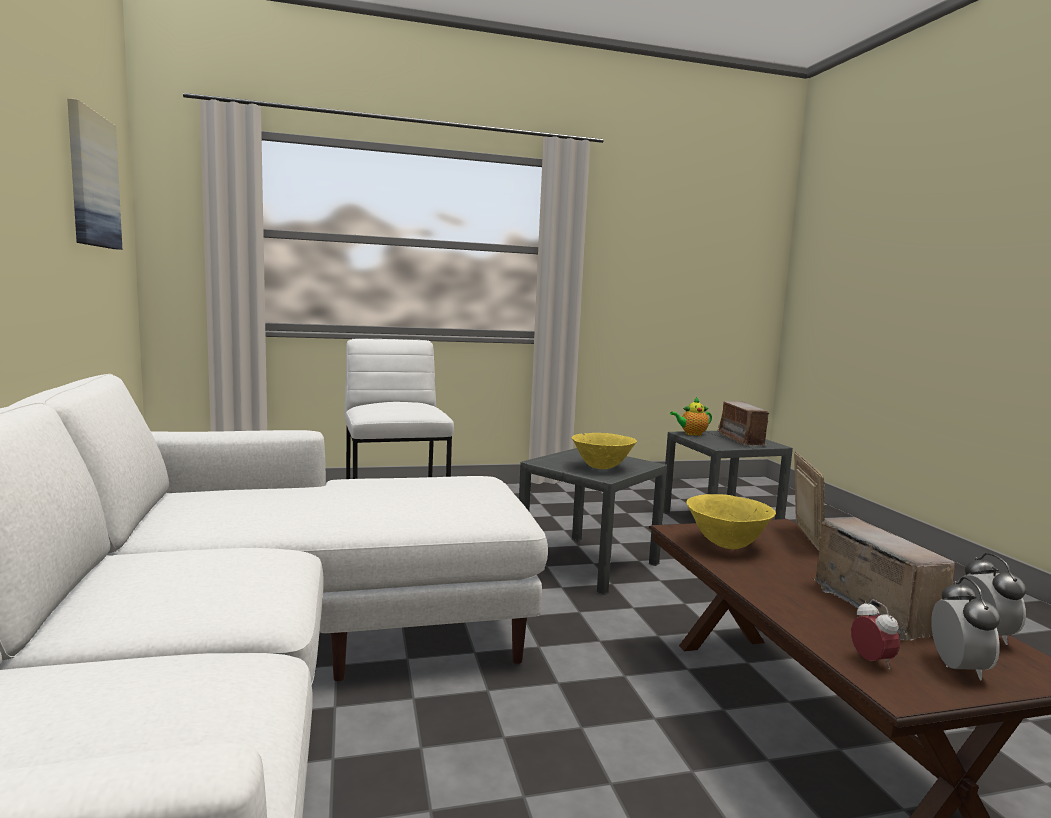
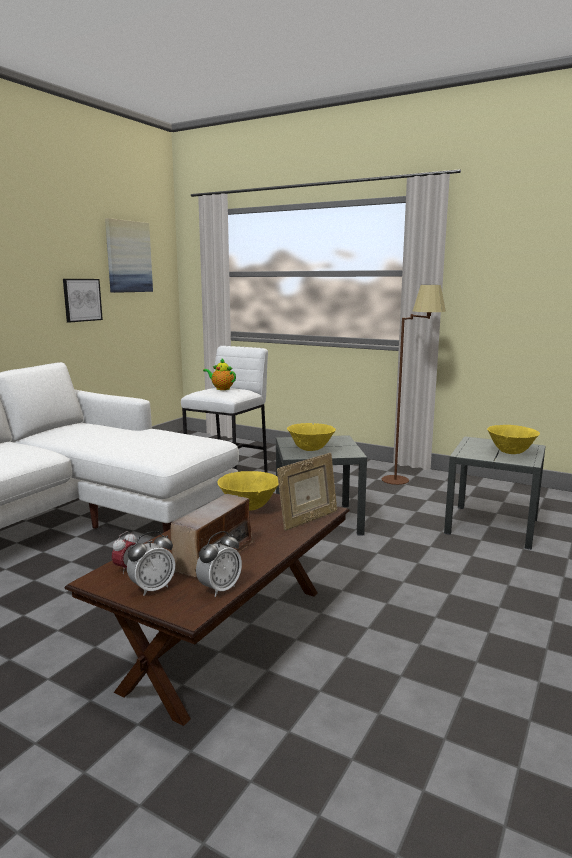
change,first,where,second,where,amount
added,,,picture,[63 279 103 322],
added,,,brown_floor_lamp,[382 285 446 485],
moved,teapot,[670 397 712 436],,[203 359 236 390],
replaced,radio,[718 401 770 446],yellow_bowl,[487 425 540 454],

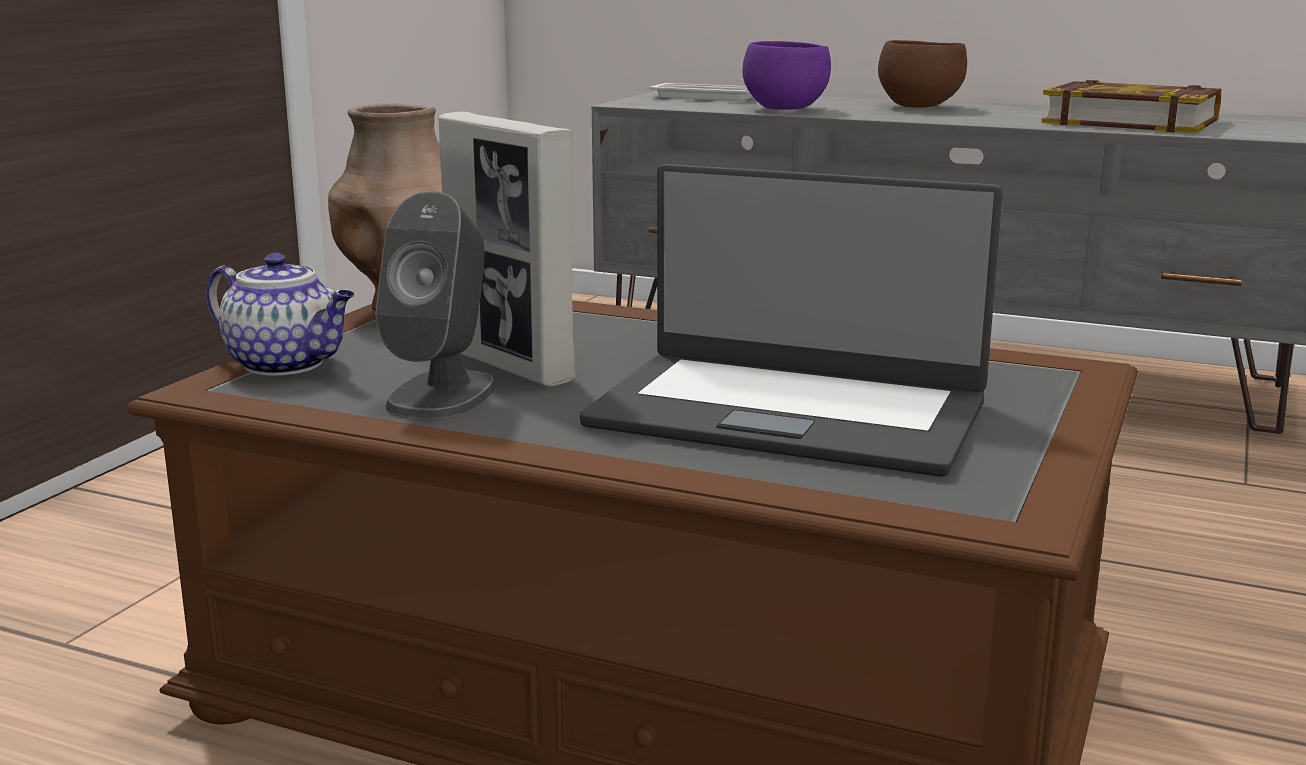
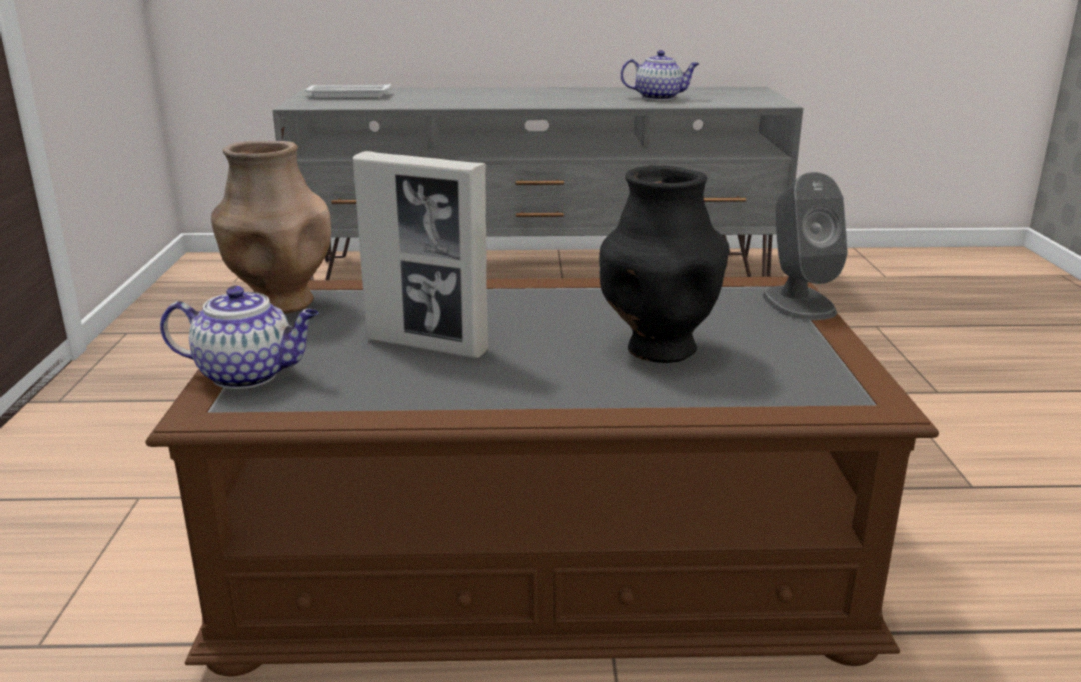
change,first,where,second,where,amount
removed,purple_bowl,[742 41 831 110],,,
removed,brown_bowl,[878 40 967 107],,,
moved,grey_speaker,[375 191 496 419],,[763 172 848 320],
replaced,laptop,[580 164 1003 477],black_vase,[599 165 730 363],
replaced,book,[1041 80 1221 133],teapot,[620 50 699 100],

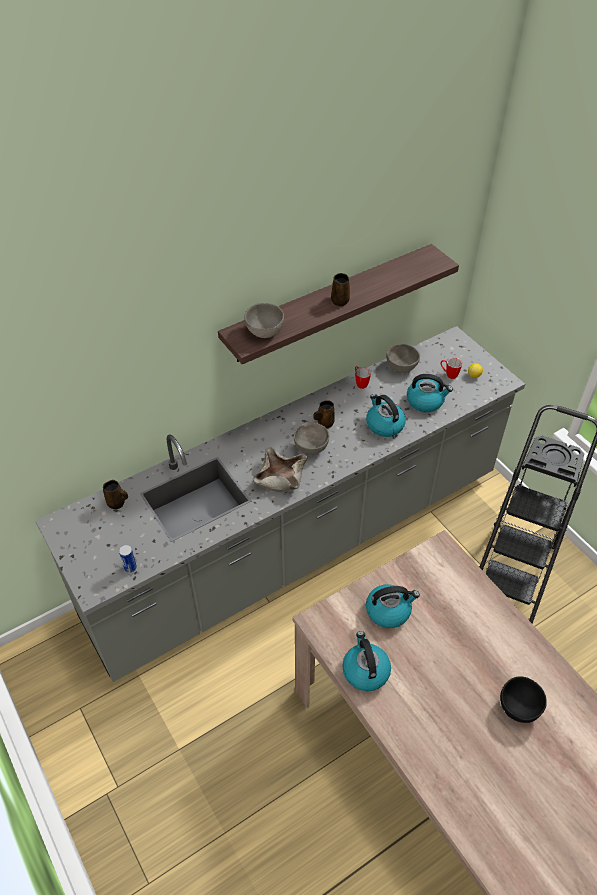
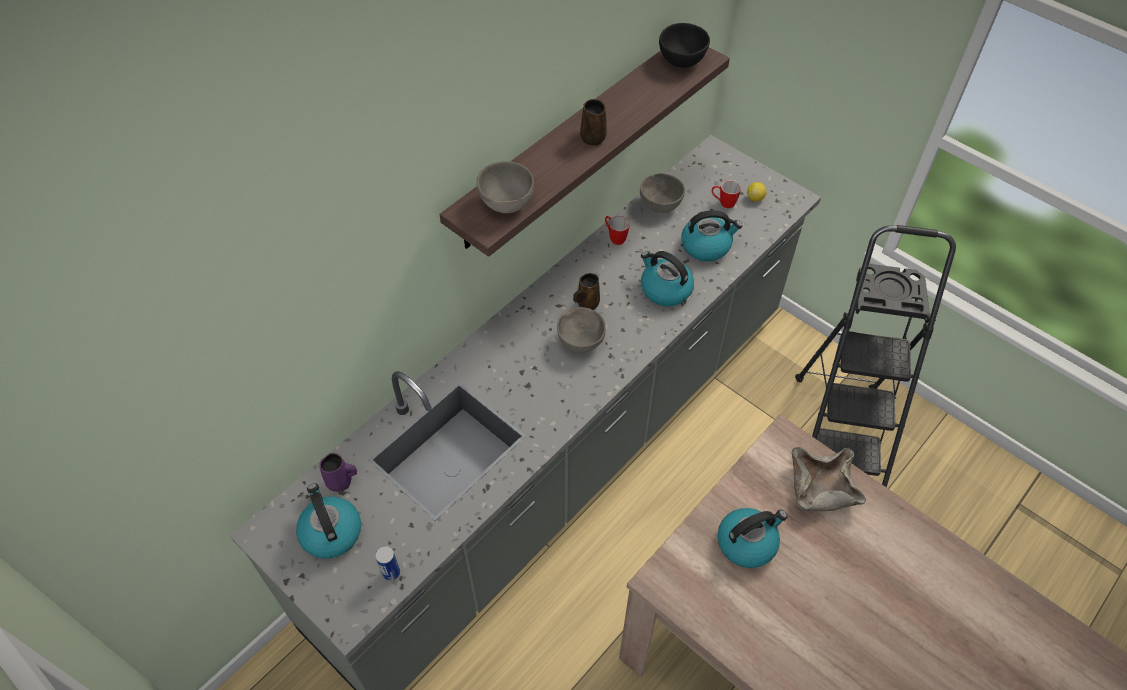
change,first,where,second,where,amount
moved,beige_bowl,[253 447 307 492],,[792 447 866 512],
moved,kettle,[342 631 391 691],,[296 483 361 559],
moved,black_bowl,[500 677 547 723],,[659 23 710 68],
recoloured,brown_mug,[103 480 128 509],purple_mug,[319 453 357 492],

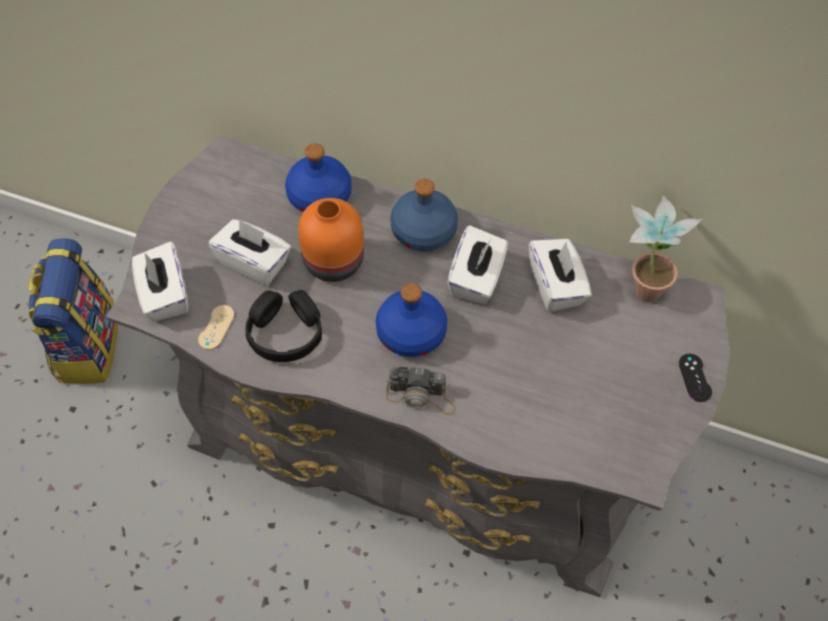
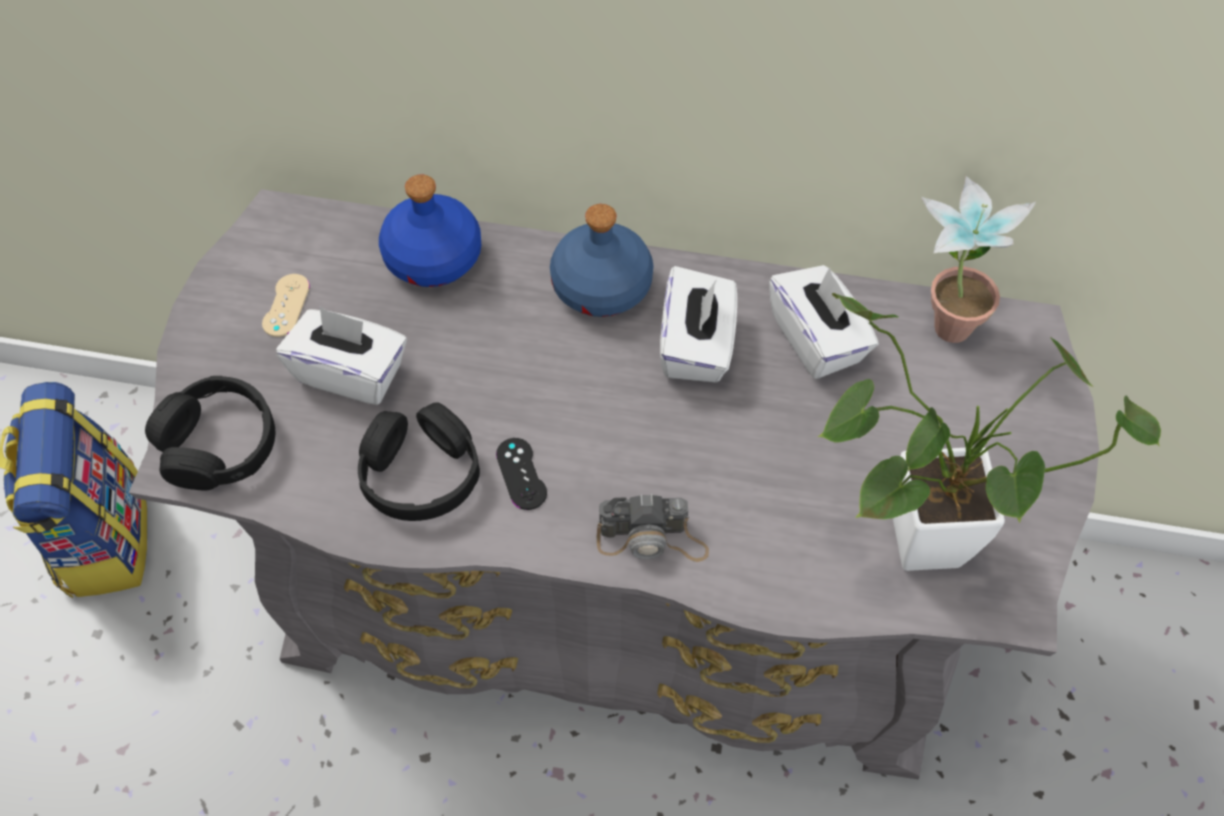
change,first,where,second,where,amount
removed,orange_vase,[298 198 364 282],,,
removed,blue_bottle,[376 283 447 357],,,
added,,,potted_plant,[818 293 1161 571],
moved,beige_game_controller,[198 305 235 350],,[262 274 310 337],
moved,black_game_controller,[679 354 712 402],,[496 438 547 510],
replaced,white_tissue_box,[132 241 188 321],black_headphones,[145 376 276 490],

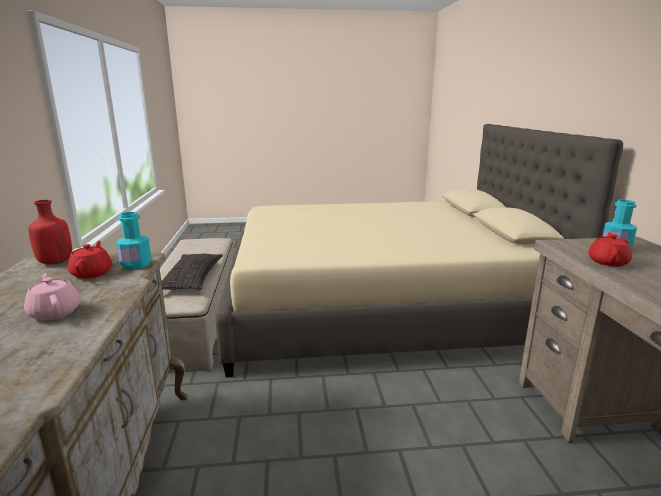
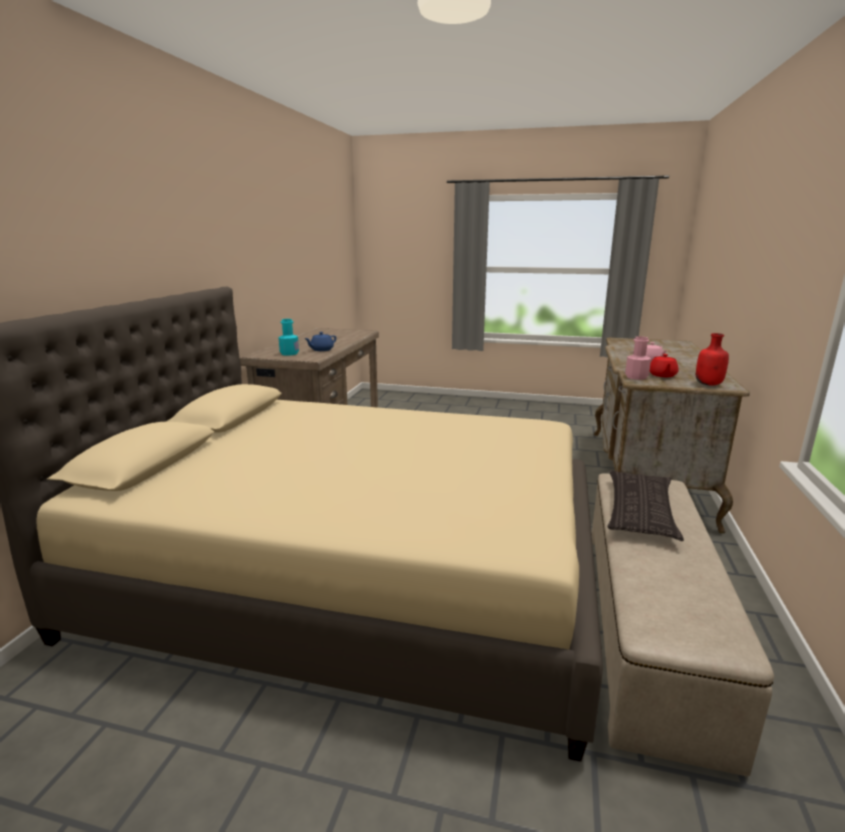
change,first,where,second,where,amount
recoloured,turquoise_bottle,[116 212 152 270],pink_bottle,[625 336 651 380],
recoloured,red_teapot,[588 232 632 267],blue_teapot,[304 332 336 351],

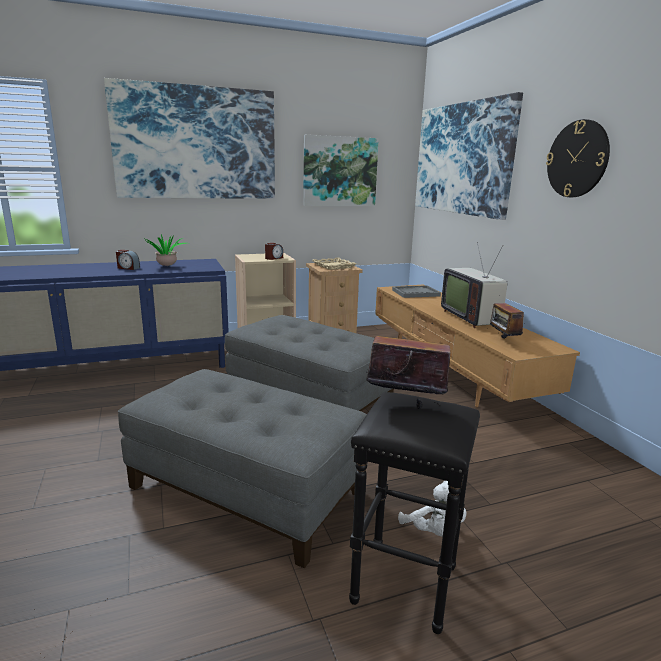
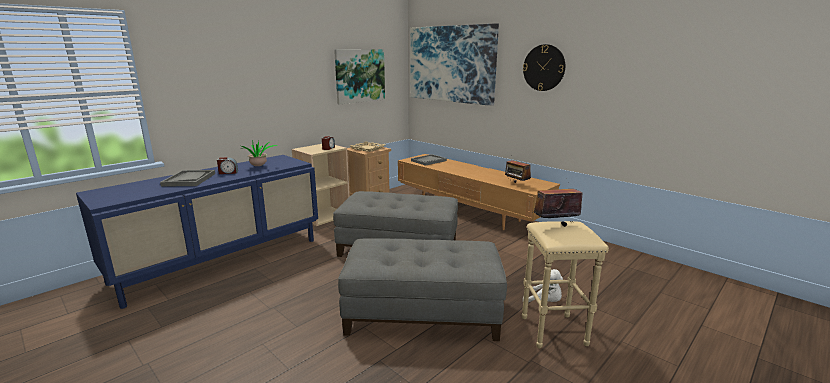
change,first,where,second,where,amount
removed,picture,[104 78 275 199],,,
removed,television,[441 242 507 328],,,
added,,,grey_tray,[160 170 215 186],
recoloured,black_stool,[349 392 480 634],beige_stool,[522 221 609 348],

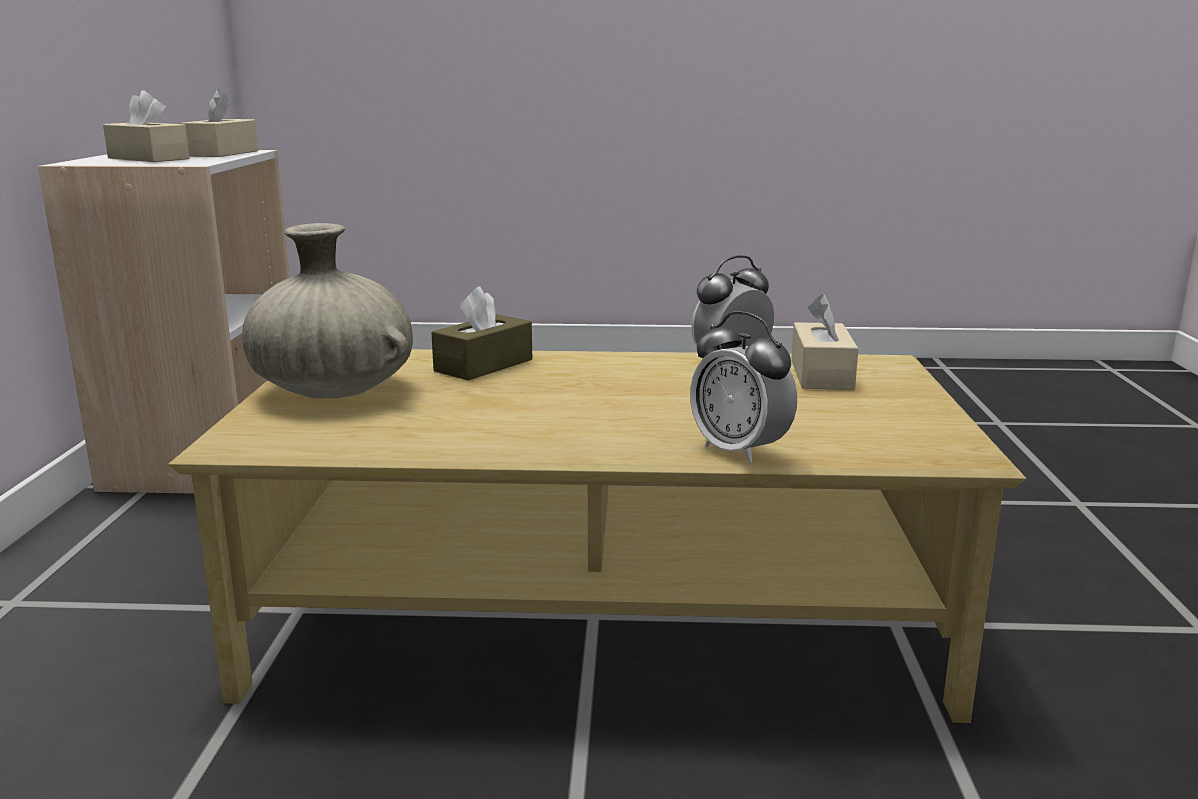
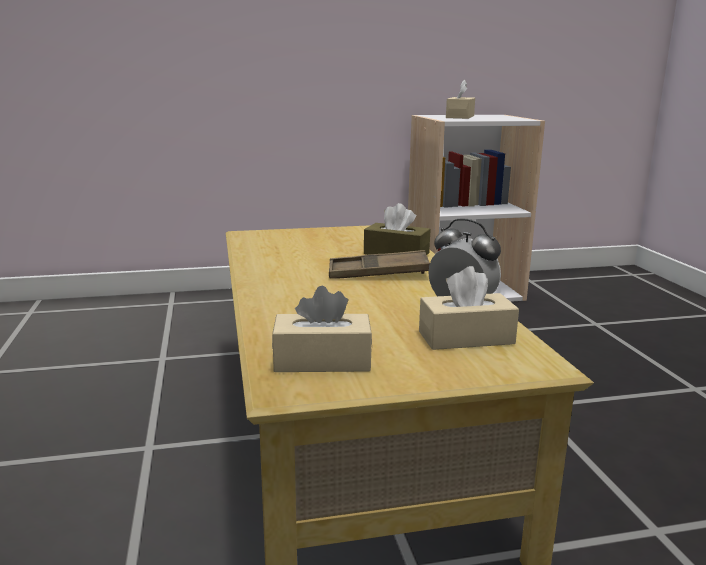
change,first,where,second,where,amount
removed,beige_vase,[242 223 413 399],,,
removed,alarm_clock,[690 311 797 464],,,
added,,,brown_tray,[329 250 430 279],
moved,beige_tissue_box,[180 89 258 157],,[272 286 372 372],

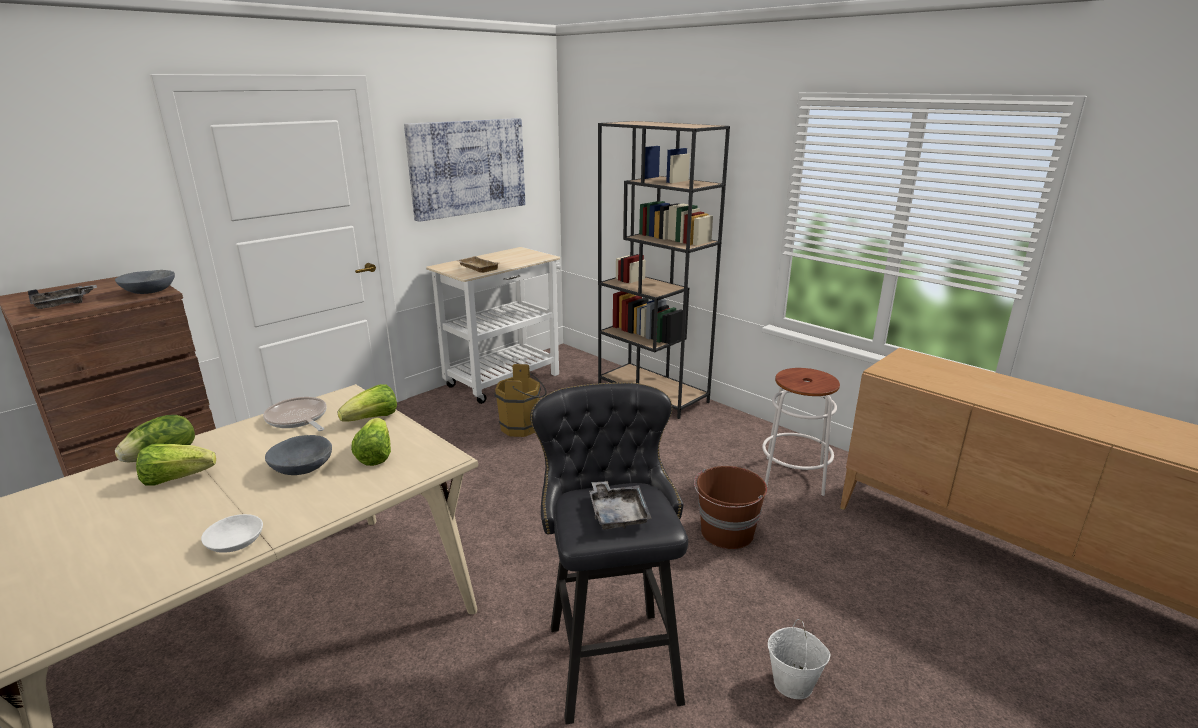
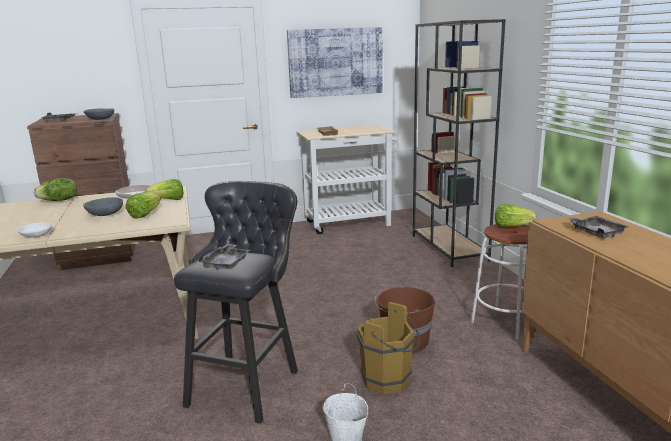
change,first,where,second,where,amount
added,,,grey_tray,[567 216 628 238],
moved,lettuce,[136 444 216 486],,[495 204 537 227],
moved,brown_bucket,[495 364 547 437],,[357 302 420 394],

